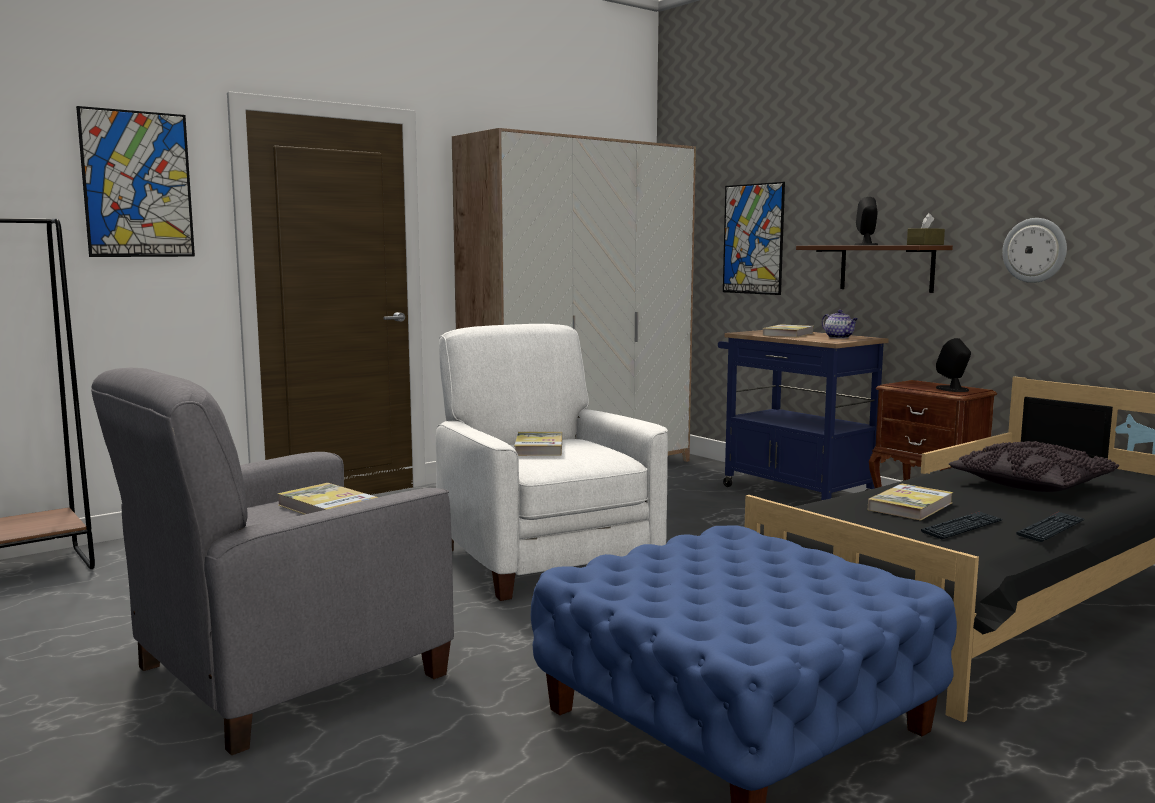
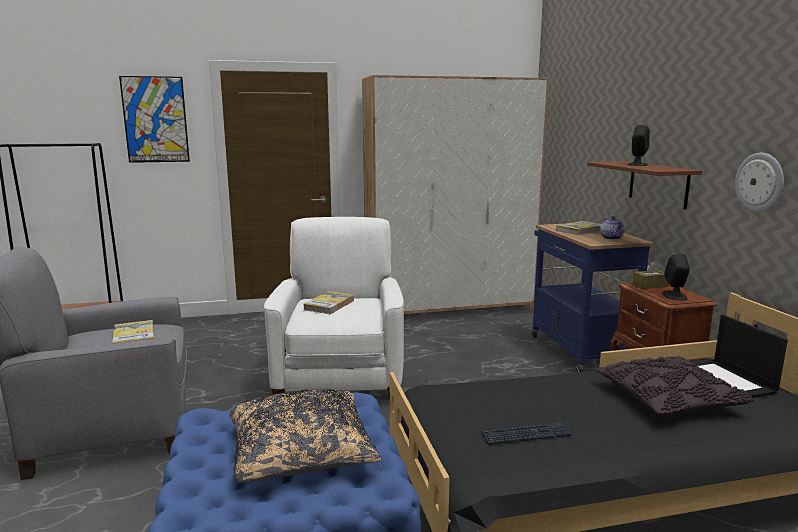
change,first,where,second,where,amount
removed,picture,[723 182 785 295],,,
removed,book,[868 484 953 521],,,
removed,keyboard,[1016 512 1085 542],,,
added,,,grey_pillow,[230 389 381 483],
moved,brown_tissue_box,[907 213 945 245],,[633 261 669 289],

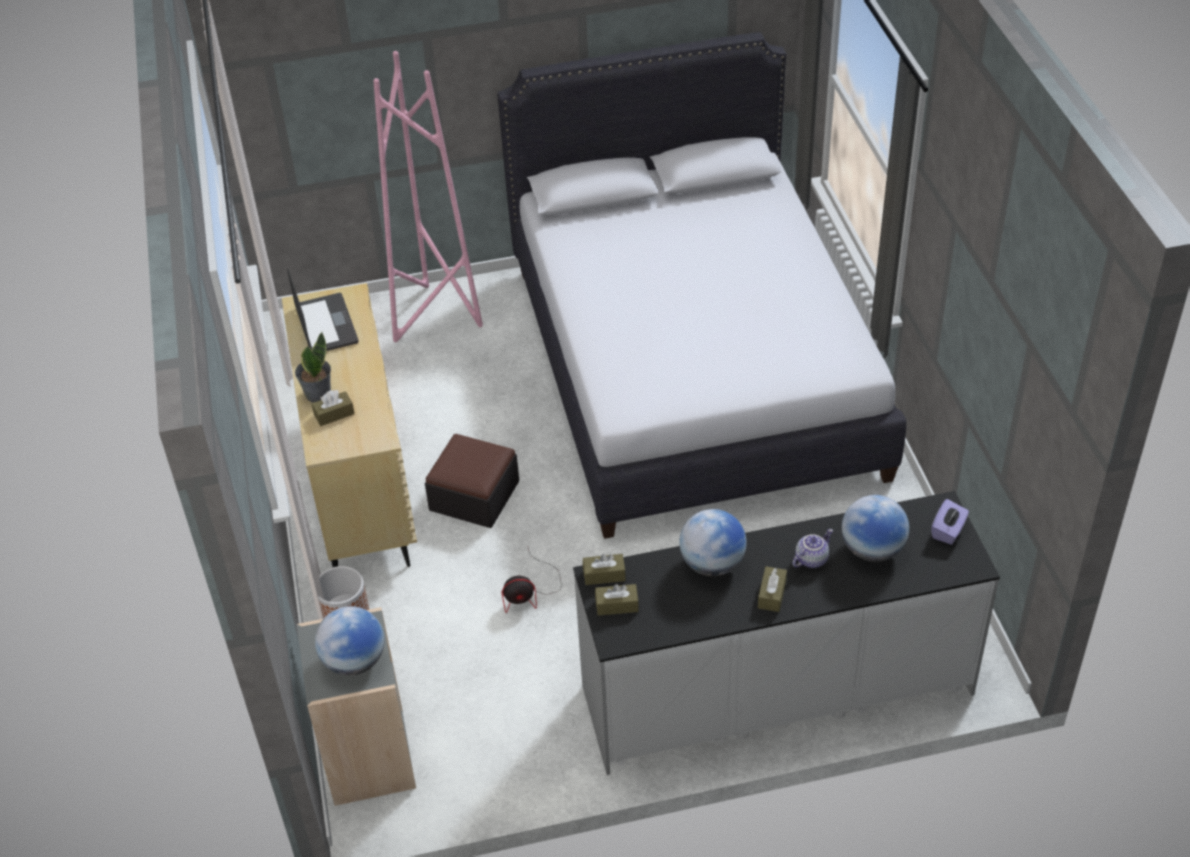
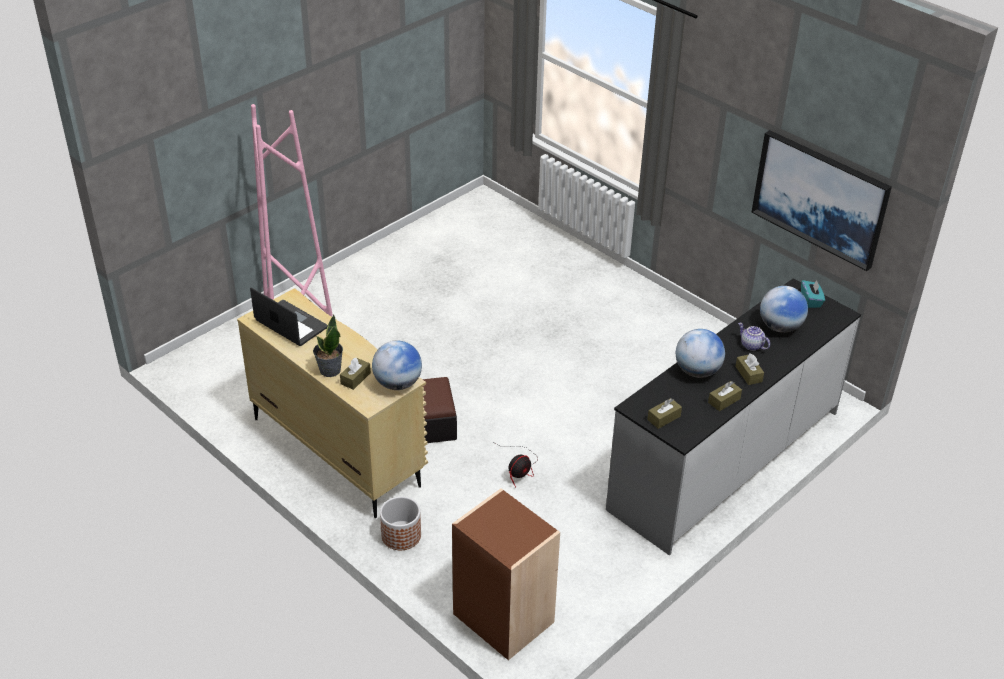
change,first,where,second,where,amount
removed,white_bed,[497 32 906 539],,,
added,,,picture,[751 130 892 271],
moved,globe,[315 606 385 676],,[372 340 422 390],
moved,brown_tissue_box,[583 554 626 585],,[708 381 742 411],
recoloured,grey_bookcase,[297 607 416 806],brown_bookcase,[452 488 560 660],
recoloured,purple_tissue_box,[931 499 969 545],turquoise_tissue_box,[801 280 825 308],
turned,teapot,[792 529 833 568],,[738 323 770 351],60 degrees counterclockwise

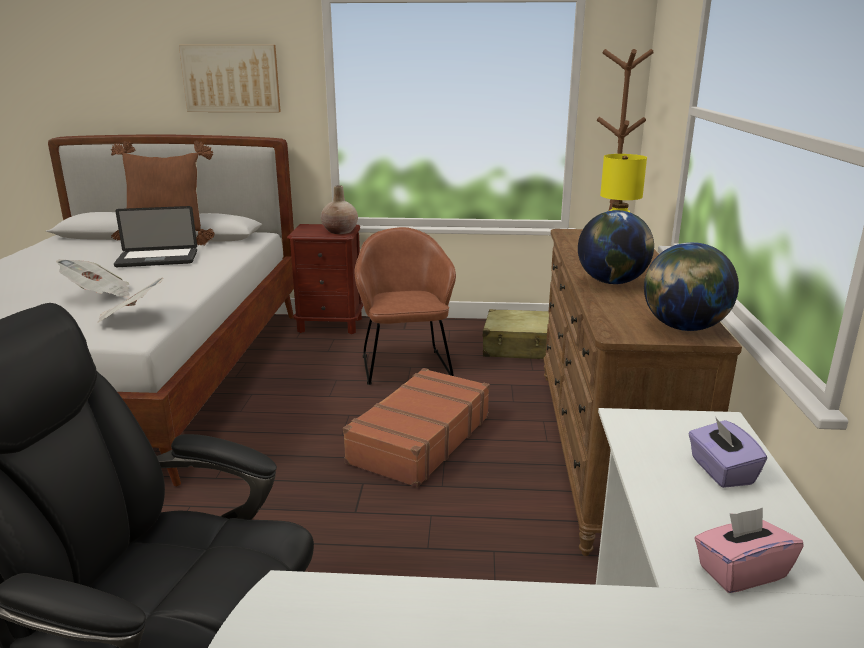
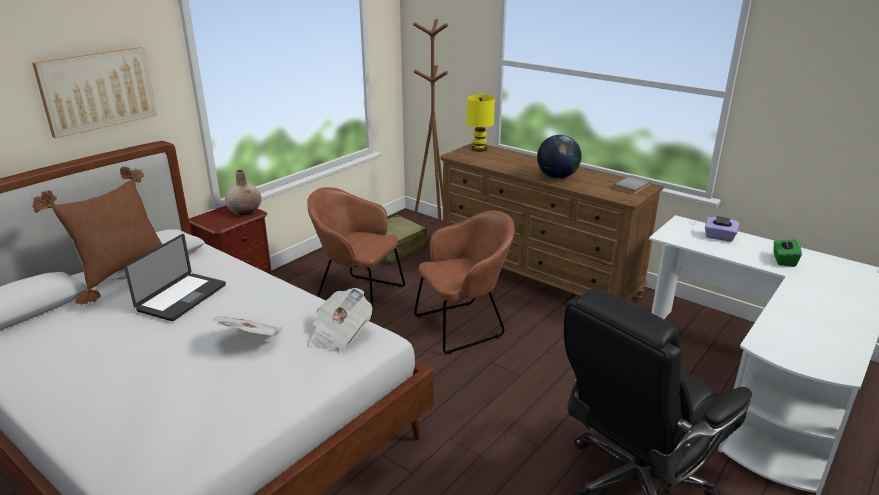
change,first,where,second,where,amount
replaced,brown_suitcase,[343 368 490 488],brown_armchair,[414 210 515 354],
replaced,globe,[644 242 739 331],grey_book,[613 175 652 194],
recoloured,pink_tissue_box,[694 508 804 593],green_tissue_box,[774 239 802 267],

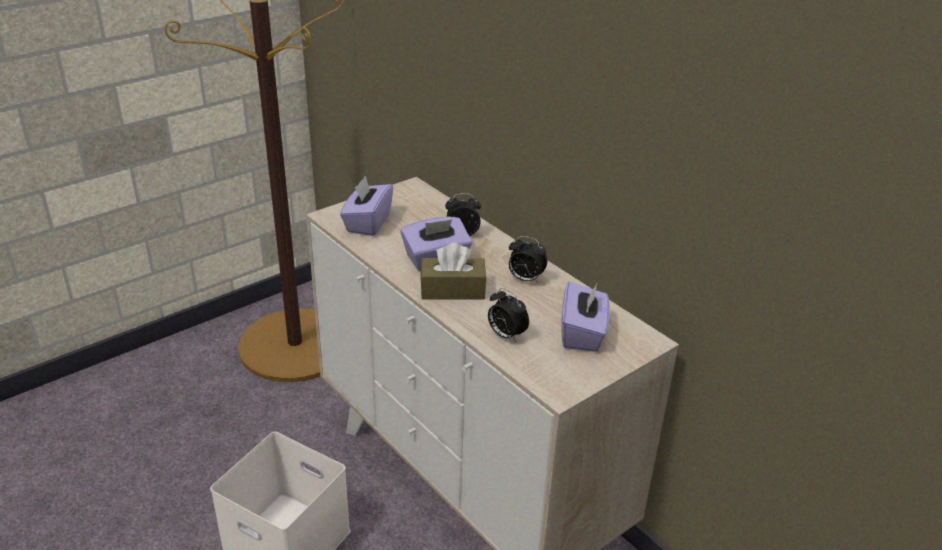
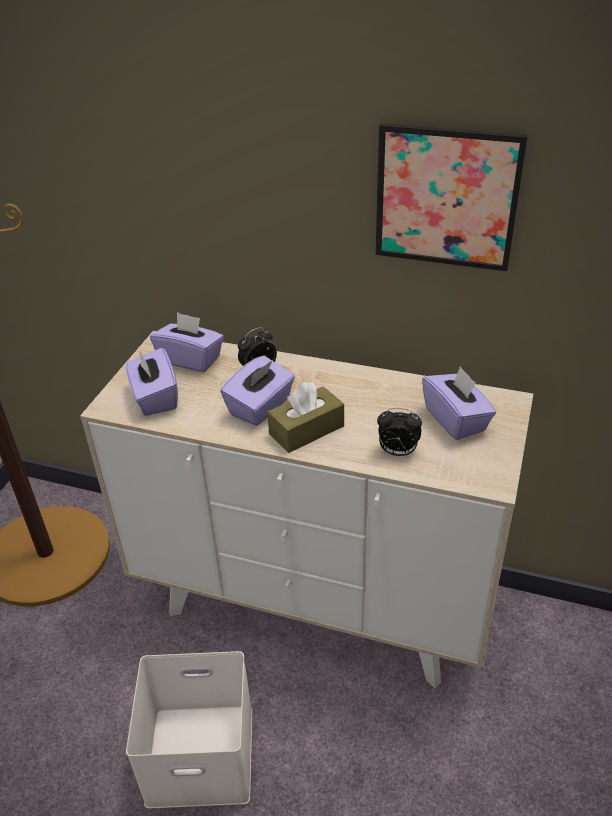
change,first,where,second,where,amount
removed,alarm_clock,[509 236 547 283],,,
added,,,purple_tissue_box,[150 312 224 372],
added,,,picture,[376 123 528 271],

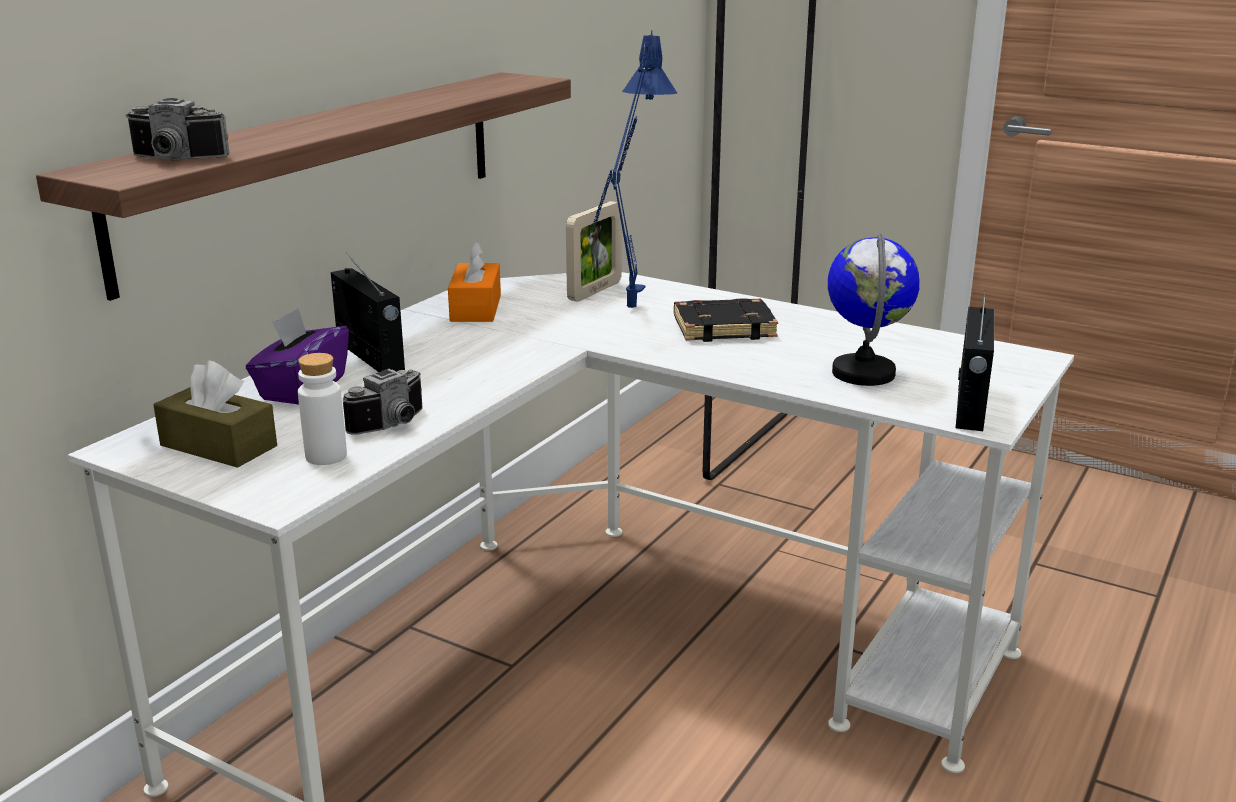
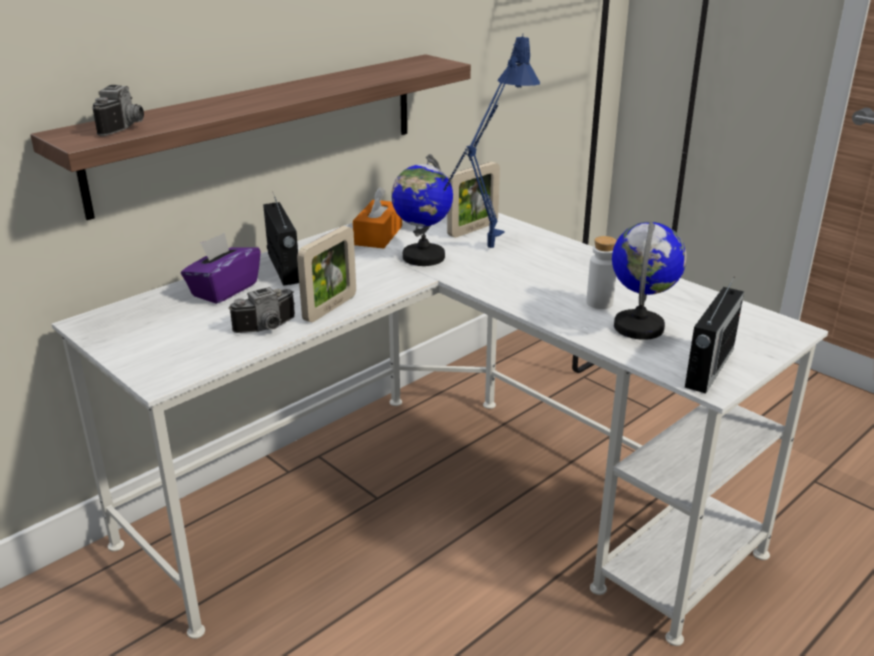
change,first,where,second,where,amount
removed,brown_tissue_box,[153 360 277 468],,,
removed,black_book,[674 298 778 342],,,
added,,,picture_frame,[297 226 356 322],
added,,,globe,[391 154 453 266],
moved,white_bottle,[298 353 347 465],,[586 236 617 309],
turned,photo_camera,[126 98 230 161],,[92 85 144 136],105 degrees counterclockwise

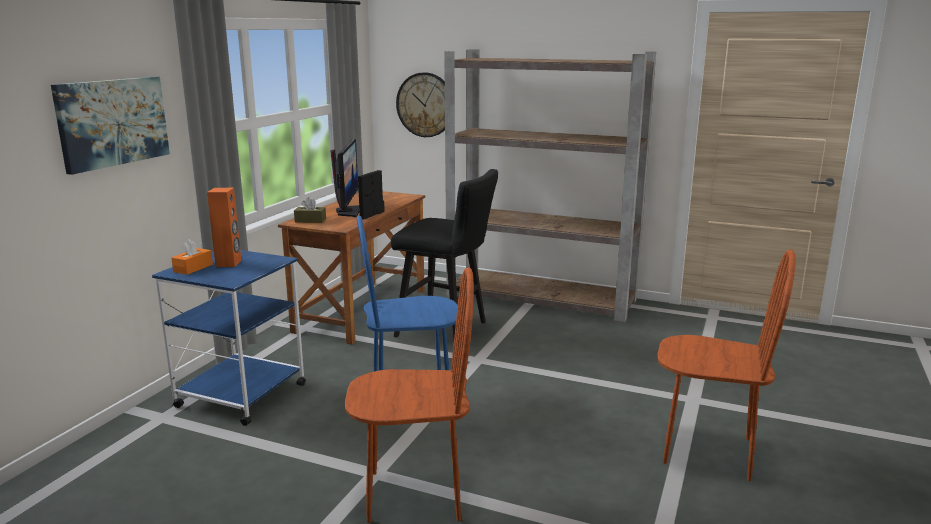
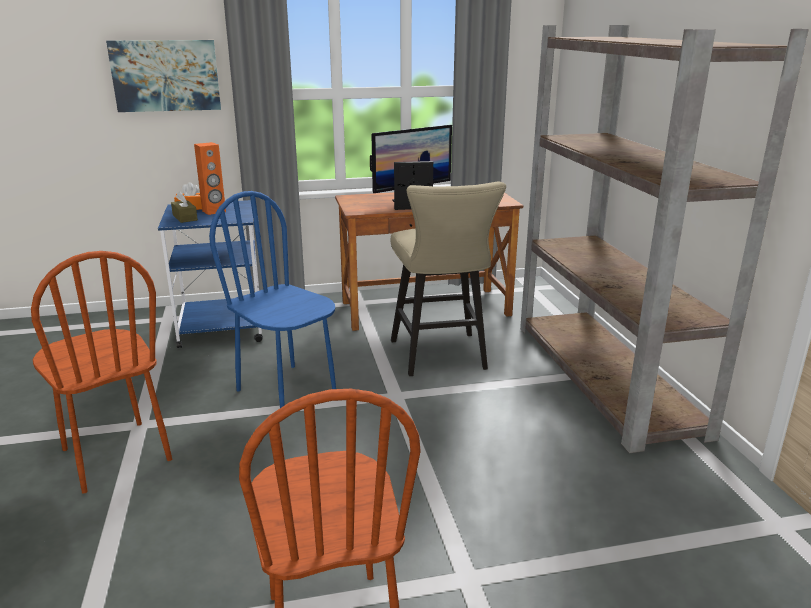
change,first,where,second,where,amount
removed,wall_clock,[396 72 445 137],,,
moved,brown_tissue_box,[294 197 326 223],,[171 192 198 223],
recoloured,black_stool,[391 169 498 338],beige_stool,[391 182 506 376],

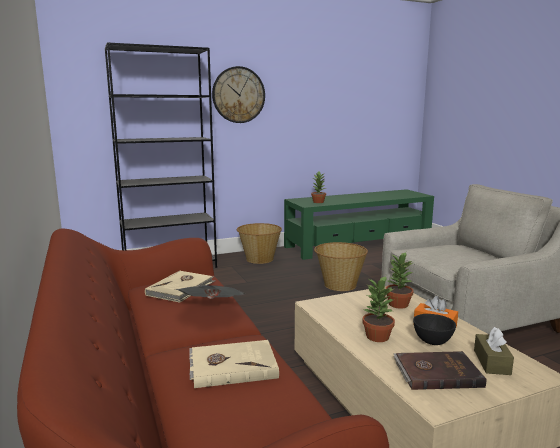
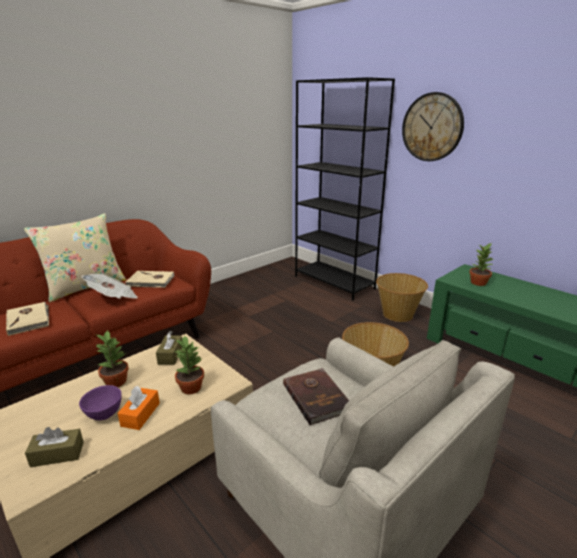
change,first,where,second,where,amount
added,,,beige_pillow,[24 213 126 302],
added,,,brown_tissue_box,[156 331 182 365],
moved,brown_book,[394 351 486 390],,[283 368 349 425],
recoloured,black_bowl,[413 314 456 345],purple_bowl,[79 385 122 421],

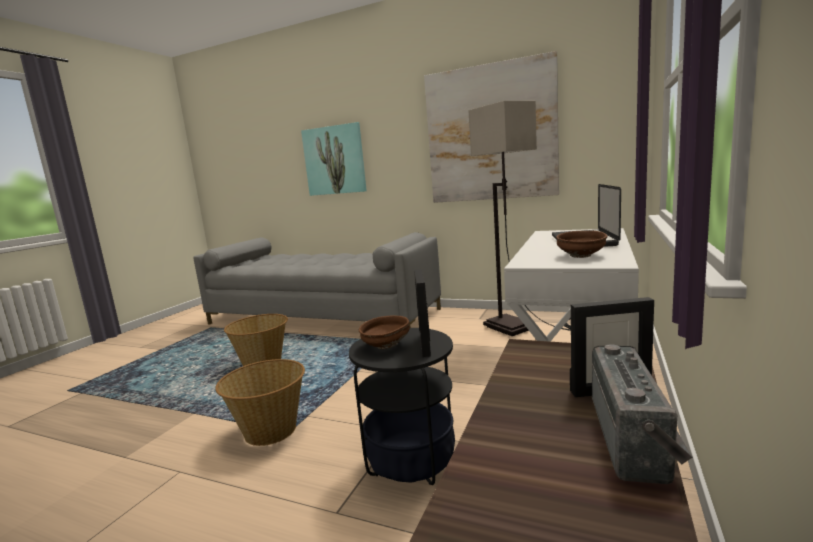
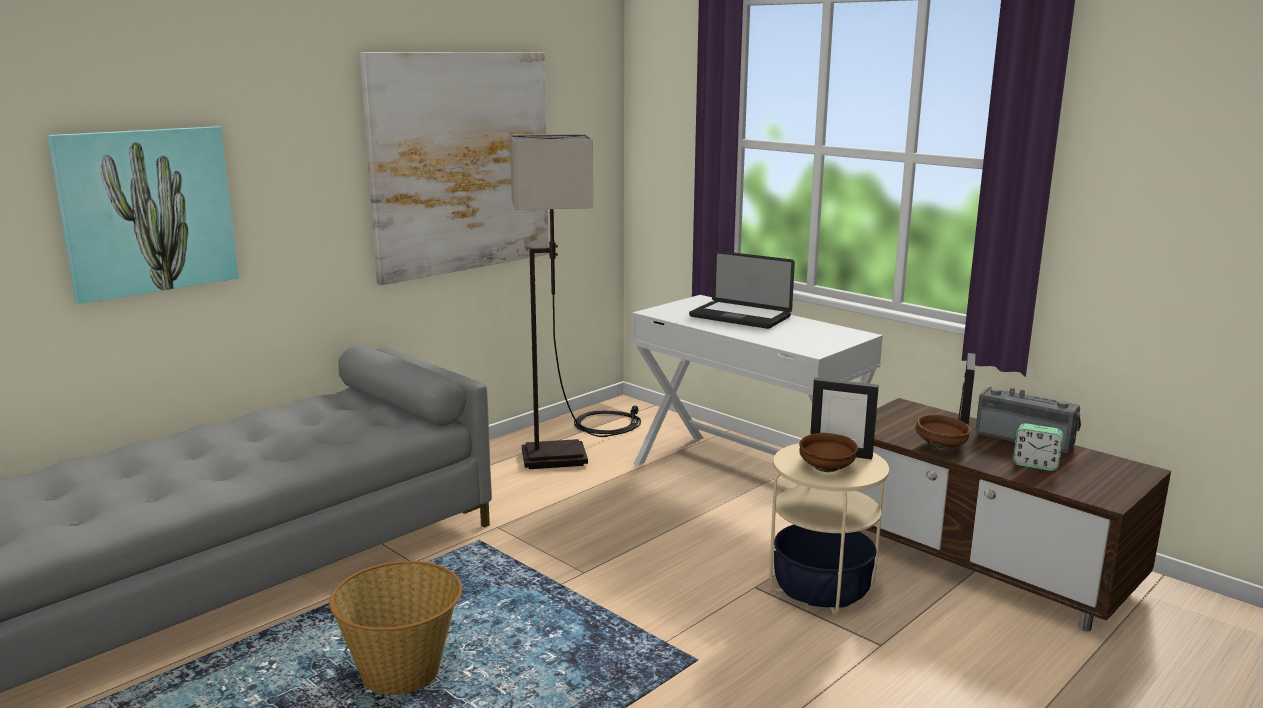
change,first,where,second,where,amount
removed,basket,[215 359 305 446],,,
added,,,alarm_clock,[1013 423 1063 471],
moved,brown_bowl,[556 231 607 258],,[915 414 971 450],
recoloured,black_side_table,[349 328 455 485],beige_side_table,[769 443 889 615],

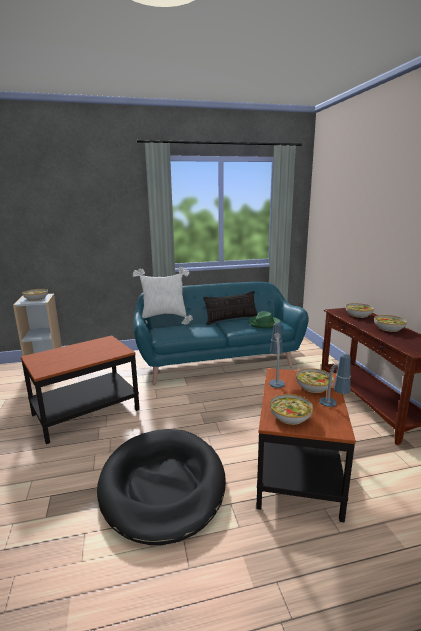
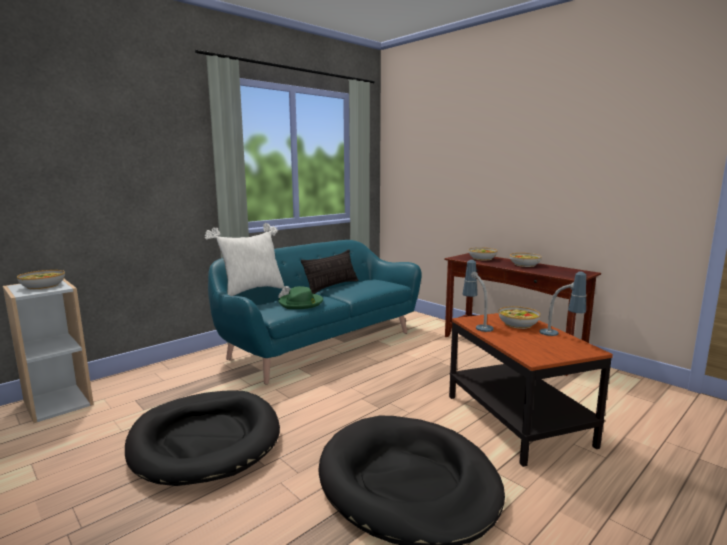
change,first,where,second,where,amount
removed,bowl,[270 394 313 425],,,
moved,green_hat,[249 311 281 329],,[279 286 323 309],
replaced,side_table,[21 335 140 444],black_dog_bed,[125 390 280 486],

